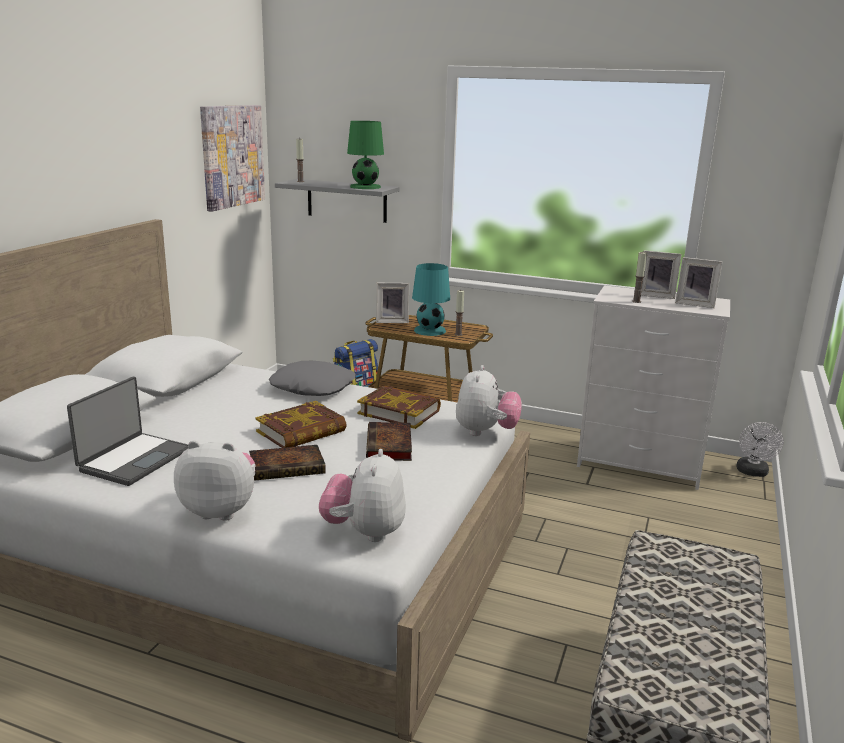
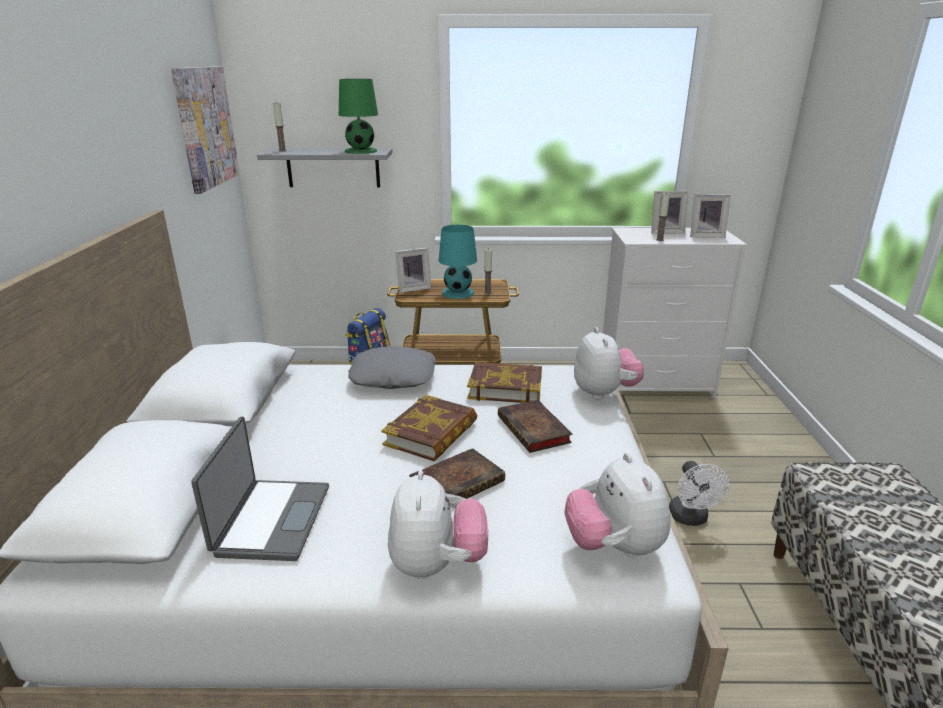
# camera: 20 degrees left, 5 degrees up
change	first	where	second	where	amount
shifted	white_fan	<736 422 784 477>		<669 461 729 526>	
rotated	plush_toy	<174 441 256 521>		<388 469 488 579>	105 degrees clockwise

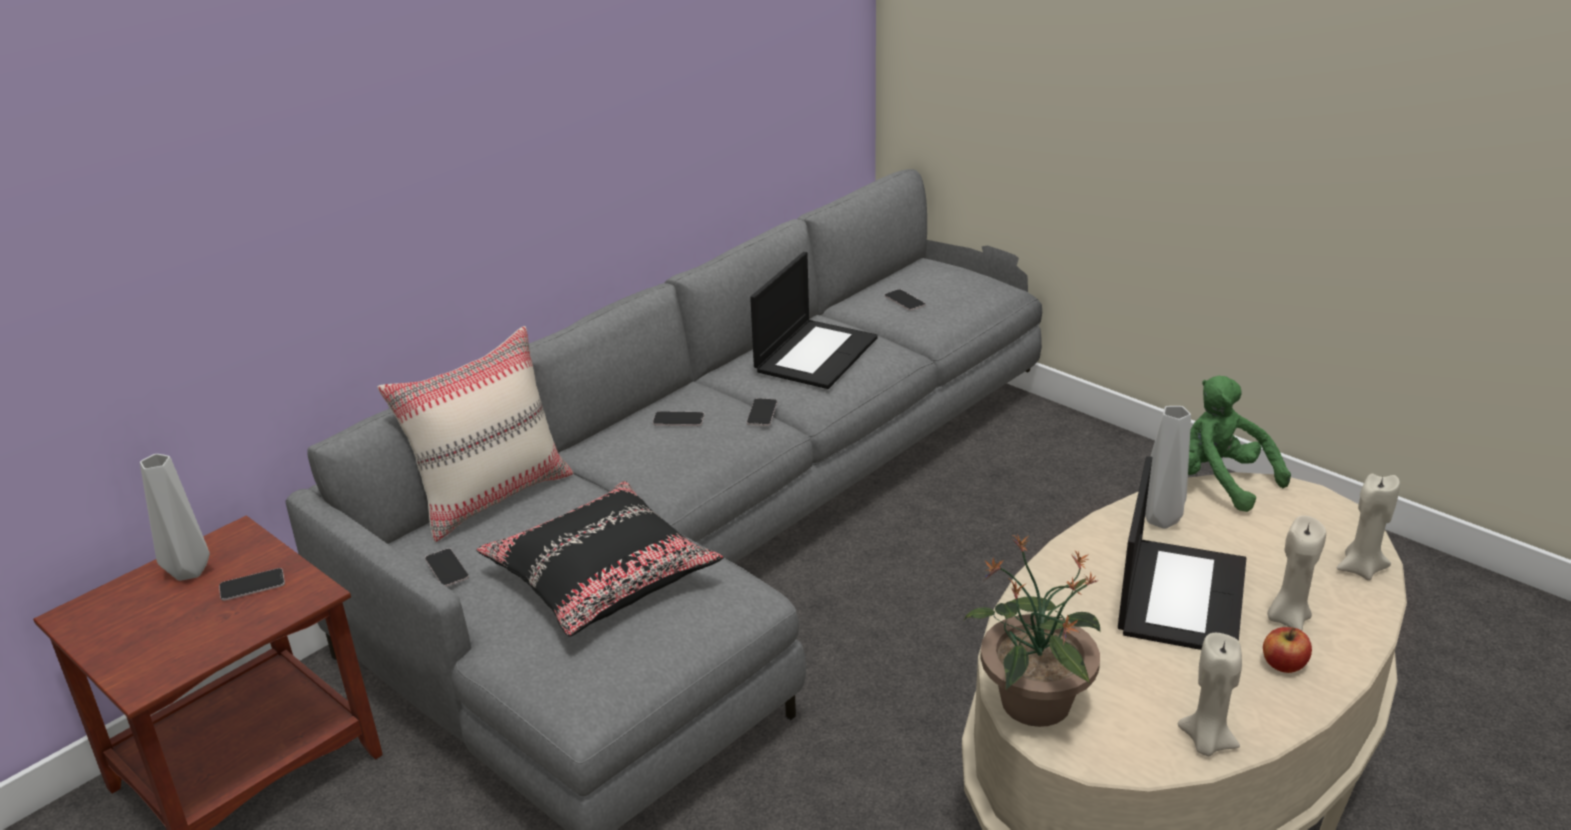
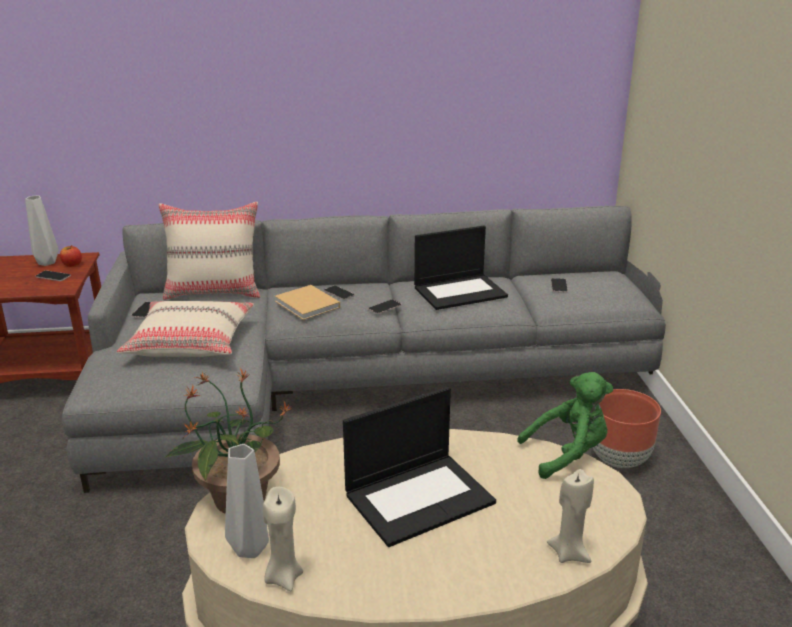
# camera: 40 degrees right, 5 degrees down
change	first	where	second	where	amount
gone	beige_candle	<1267 516 1326 631>			
new			beige_book	<275 285 340 320>	
new			brown_planter	<593 389 661 468>	
shifted	grey_vase	<1145 406 1191 529>		<225 444 269 558>	
shifted	apple	<1263 627 1312 673>		<60 245 82 267>	
repainted	black_pillow	<476 481 724 637>	beige_pillow	<117 301 254 357>	
rotated	green_plush_toy	<1188 376 1291 512>		<517 372 613 479>	75 degrees clockwise

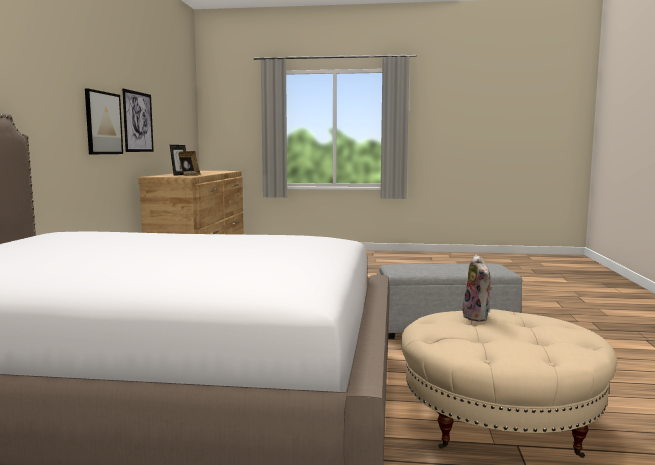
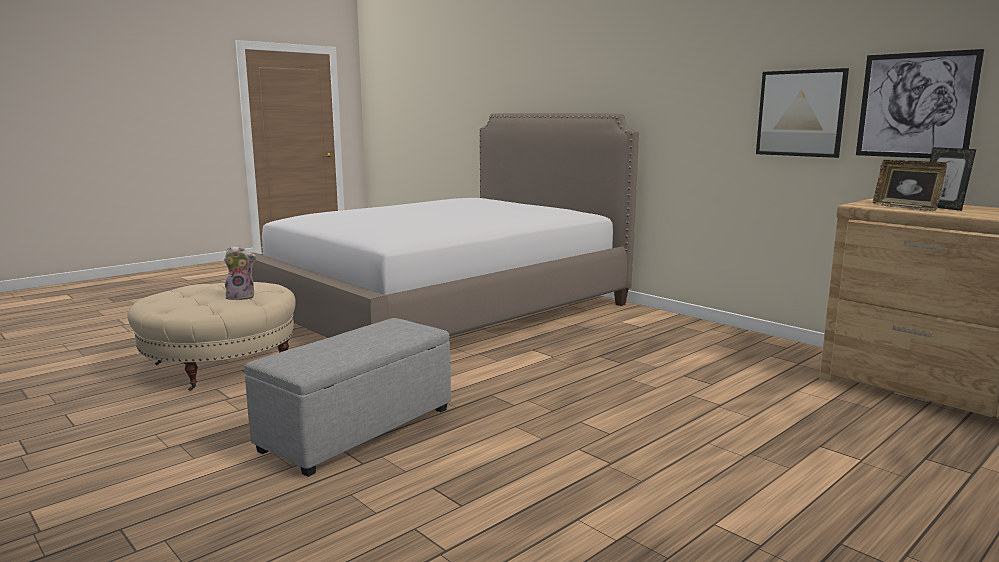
# camera: 130 degrees right, 5 degrees up
change	first	where	second	where	amount
rotated	plush_toy	<462 254 492 322>		<224 246 256 300>	135 degrees clockwise

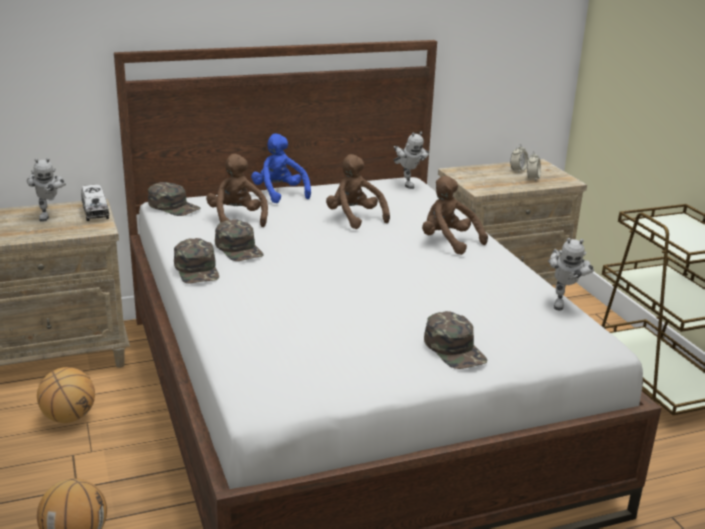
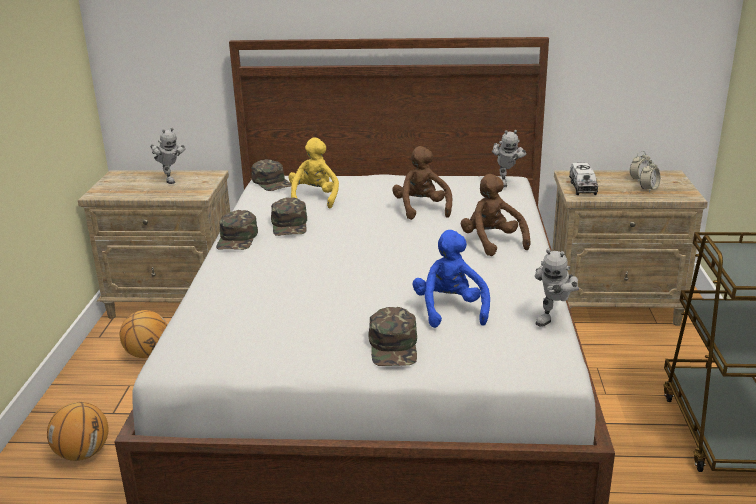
# camera: 25 degrees right, 0 degrees up
change	first	where	second	where	amount
shifted	toy_truck	<81 185 109 221>		<569 163 598 195>	
shifted	blue_plush_toy	<251 133 311 203>		<413 230 490 328>	
repainted	brown_plush_toy	<206 154 268 227>	yellow_plush_toy	<289 137 339 208>	
rotated	toy_robot	<27 158 66 222>		<150 128 185 184>	45 degrees counterclockwise

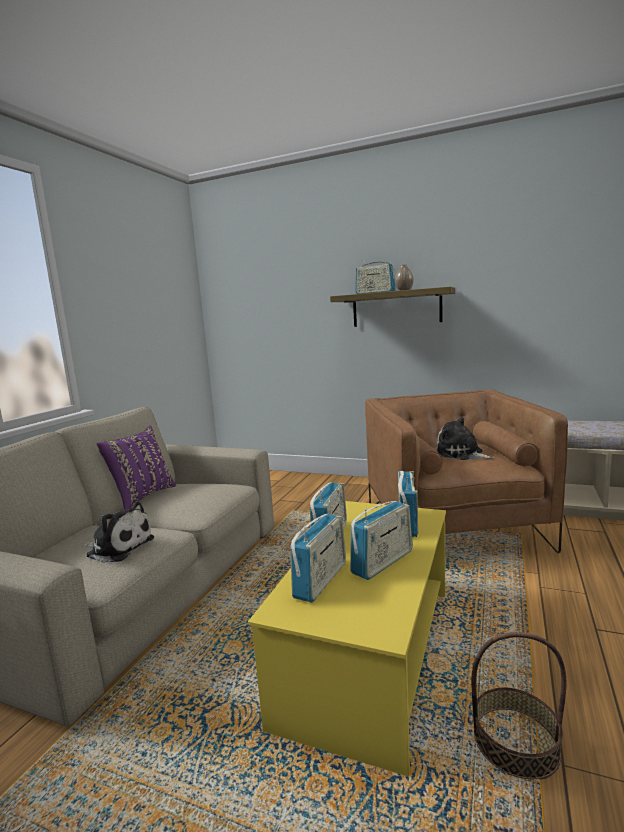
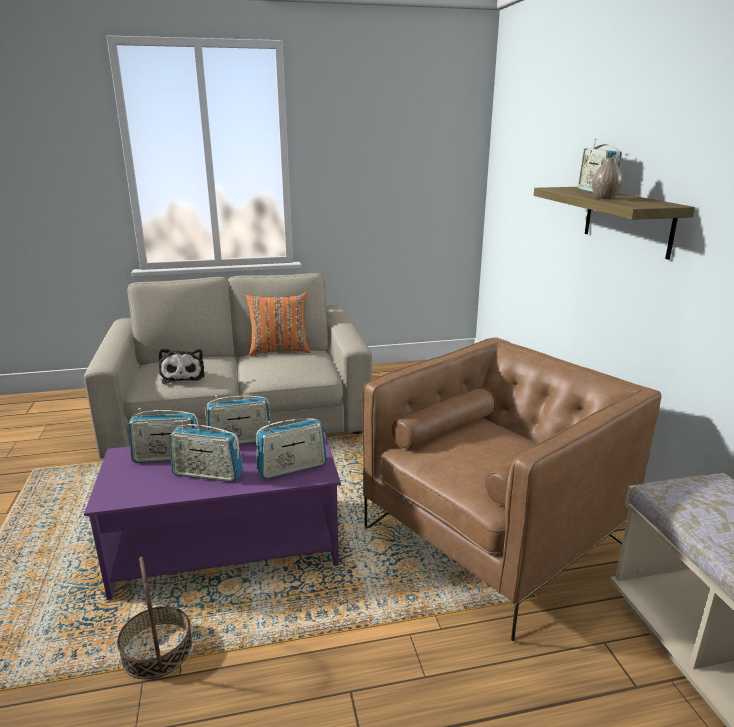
# camera: 55 degrees right, 10 degrees up
change	first	where	second	where	amount
gone	plush_toy	<437 417 494 460>			
repainted	purple_pillow	<97 426 176 510>	orange_pillow	<246 292 311 356>	
repainted	yellow_coffee_table	<248 501 446 777>	purple_coffee_table	<84 428 341 600>	

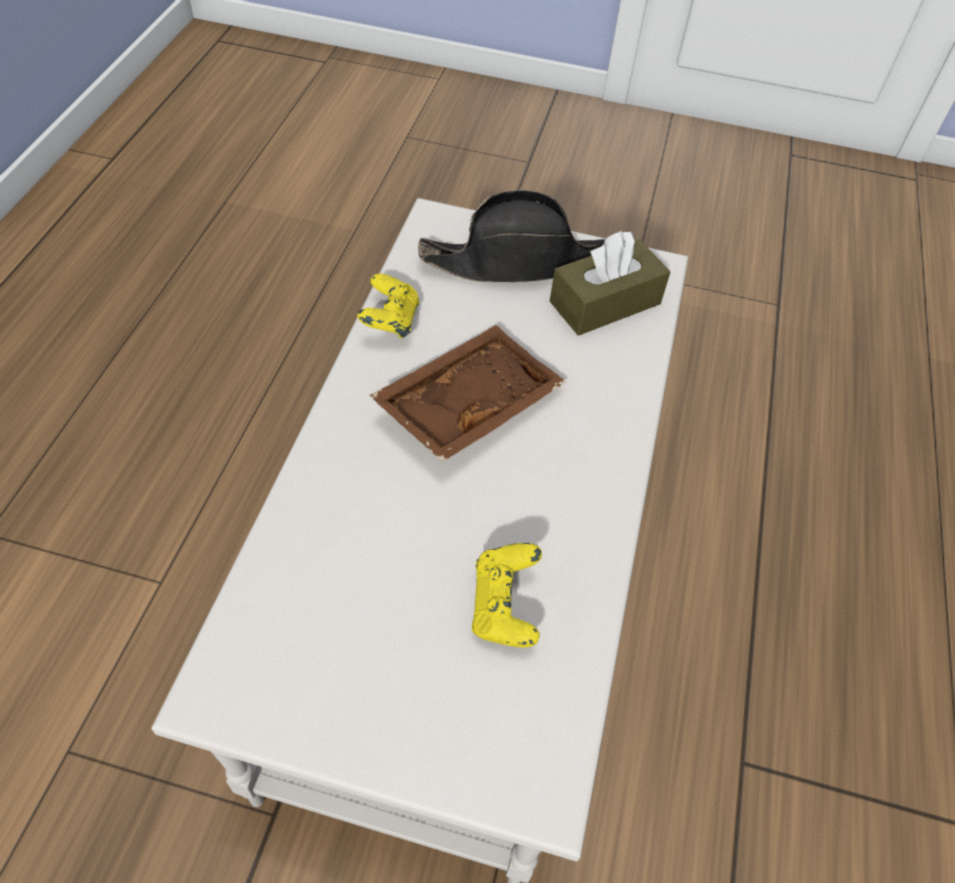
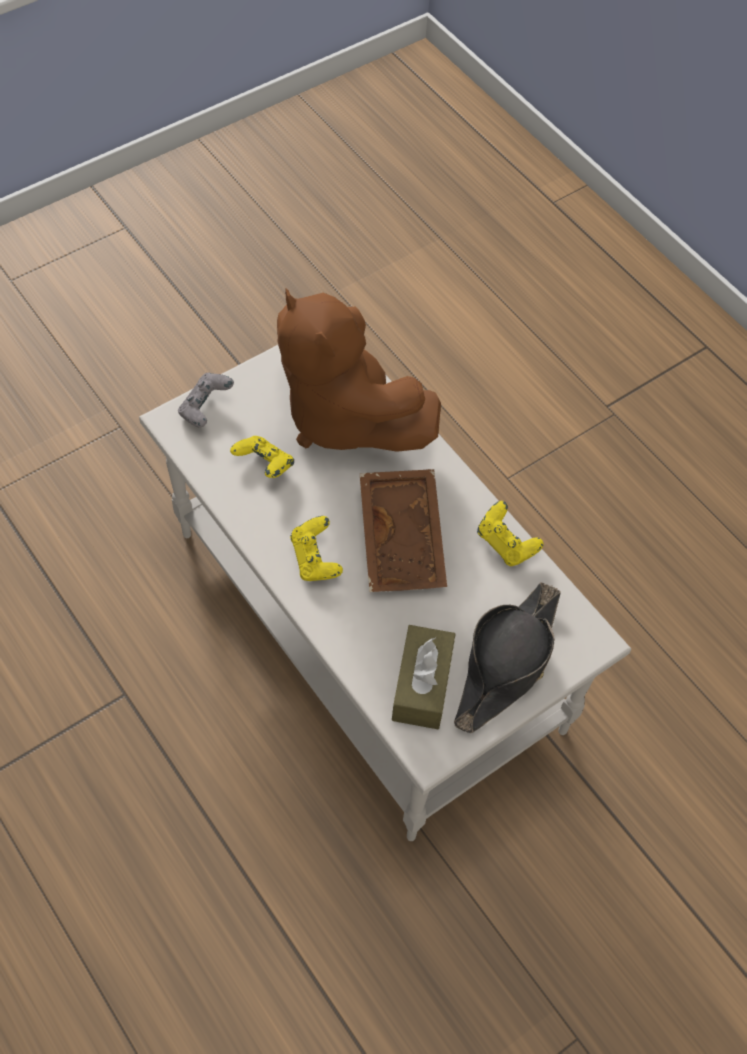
# camera: 130 degrees right, 5 degrees up
change	first	where	second	where	amount
new			grey_game_controller	<178 372 234 428>	
new			brown_plush_toy	<277 289 441 452>	
new			yellow_game_controller	<290 516 343 581>	

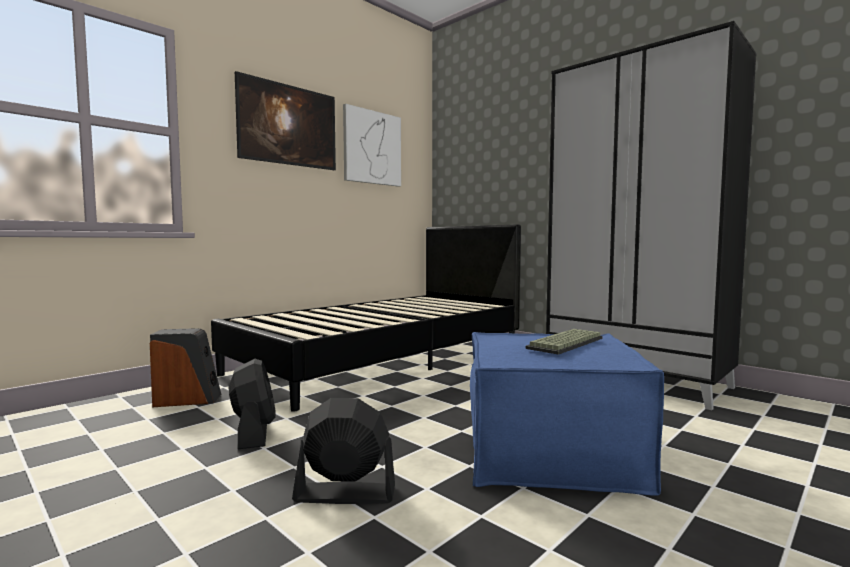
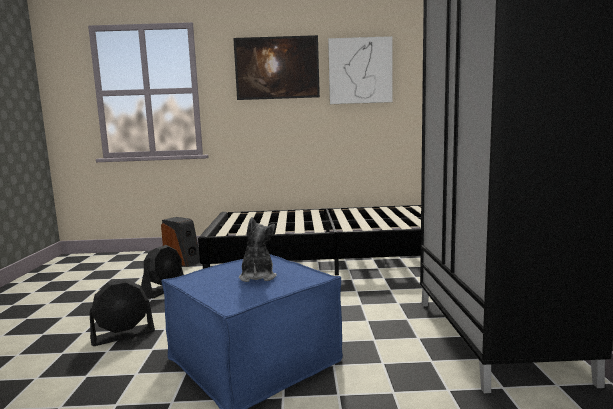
# camera: 45 degrees right, 5 degrees up
change	first	where	second	where	amount
swapped	keyboard	<526 329 603 355>	plush_toy	<239 217 277 282>	
rotated	black_fan	<292 398 395 504>		<89 279 155 346>	105 degrees clockwise

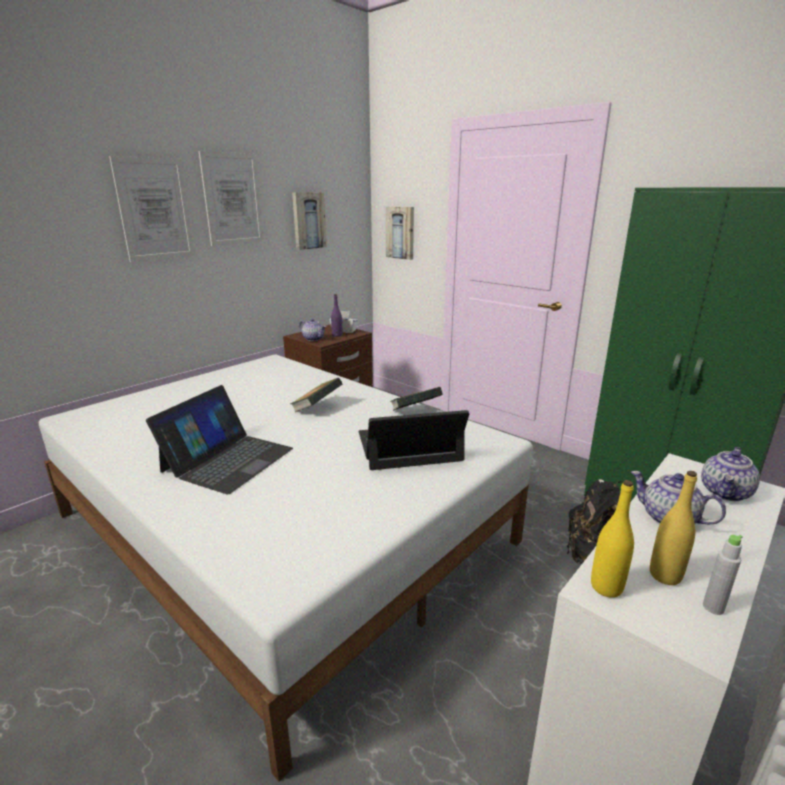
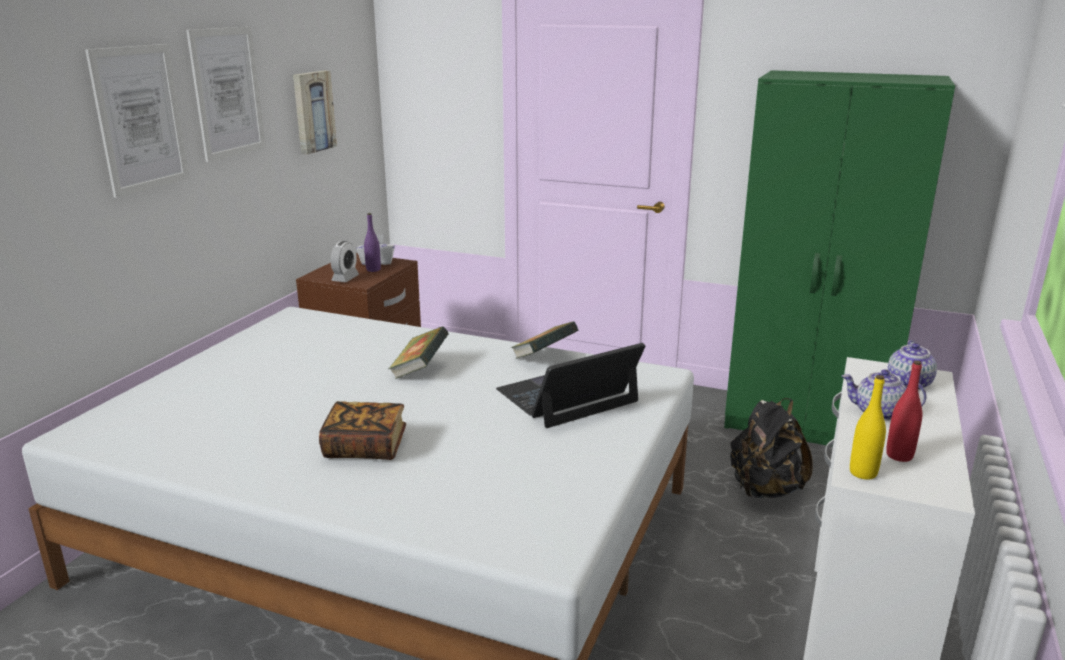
# camera: 20 degrees left, 0 degrees up
change	first	where	second	where	amount
gone	picture	<386 206 414 260>			
gone	grey_bottle	<703 535 743 615>			
swapped	laptop	<146 385 293 494>	book	<319 401 406 460>	
swapped	teapot	<299 318 326 341>	alarm_clock	<331 241 359 282>	
repainted	yellow_bottle	<650 471 697 585>	red_bottle	<886 361 922 462>	

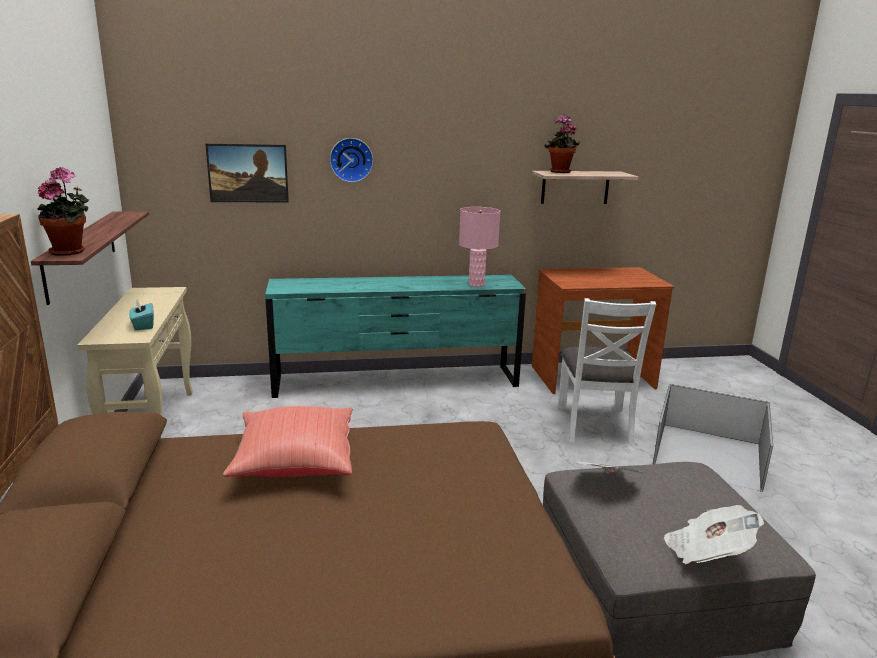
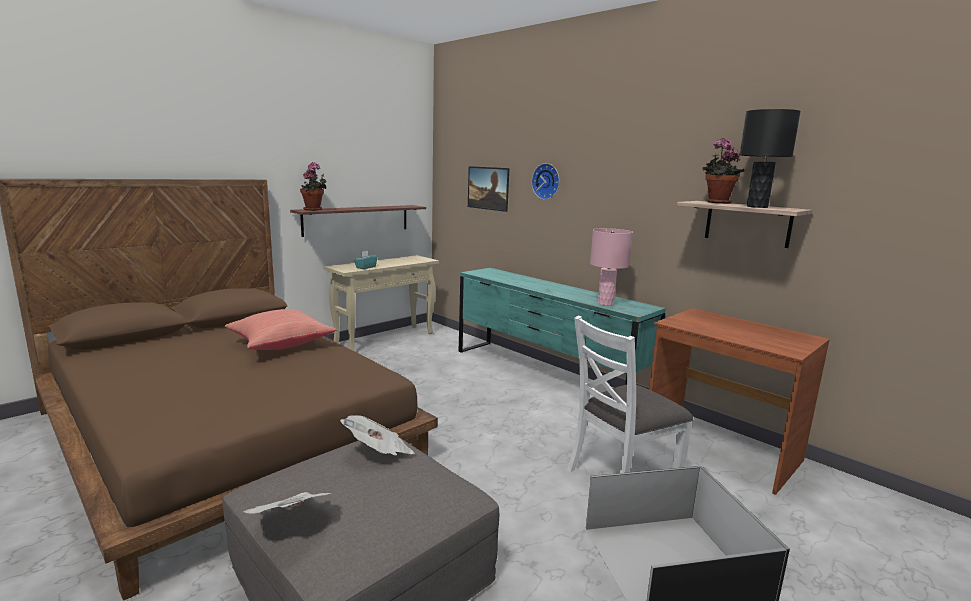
# camera: 55 degrees right, 5 degrees down
change	first	where	second	where	amount
new			black_table_lamp	<740 109 801 208>	

